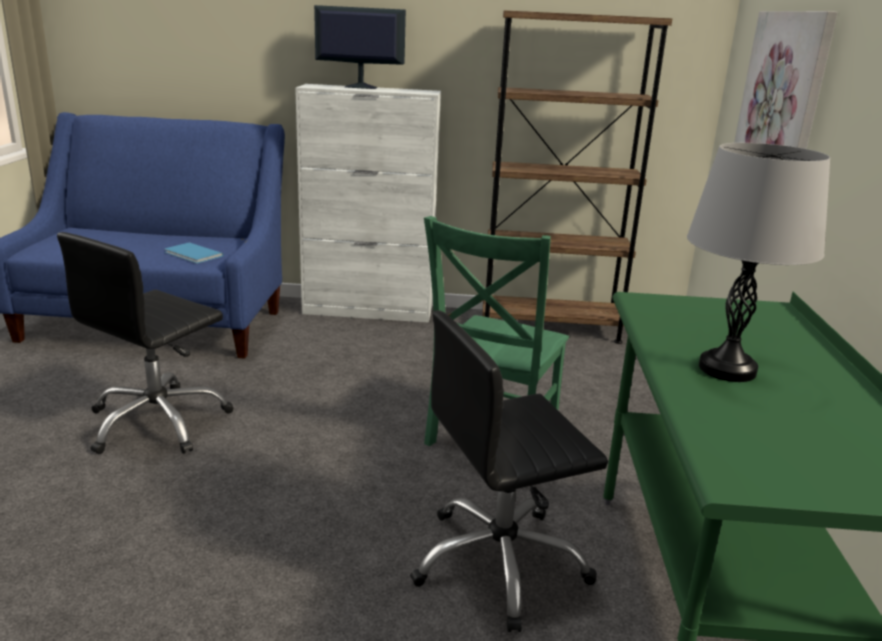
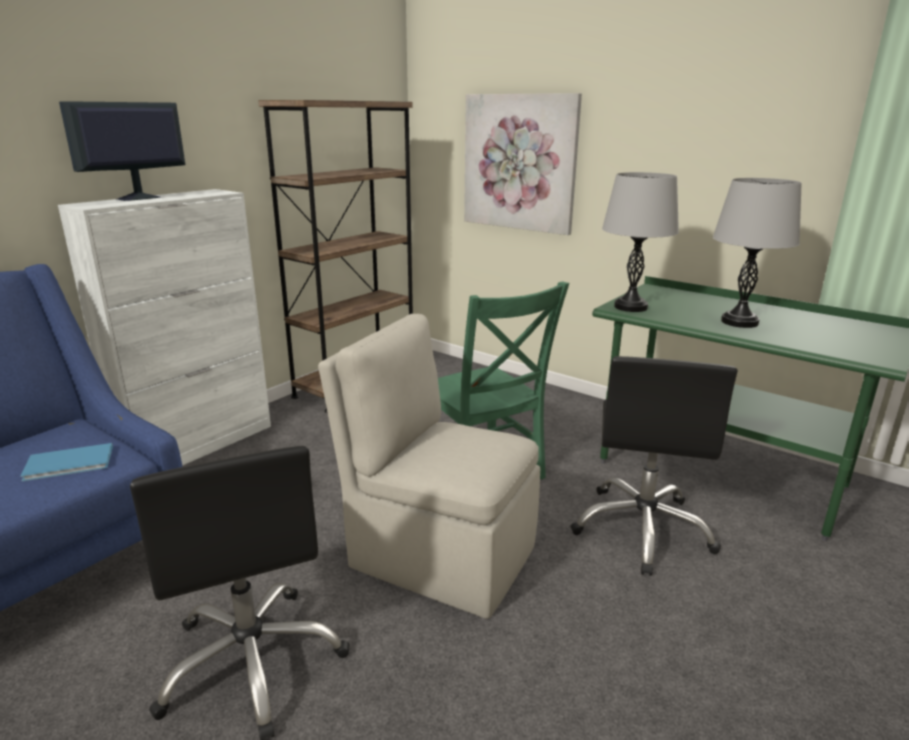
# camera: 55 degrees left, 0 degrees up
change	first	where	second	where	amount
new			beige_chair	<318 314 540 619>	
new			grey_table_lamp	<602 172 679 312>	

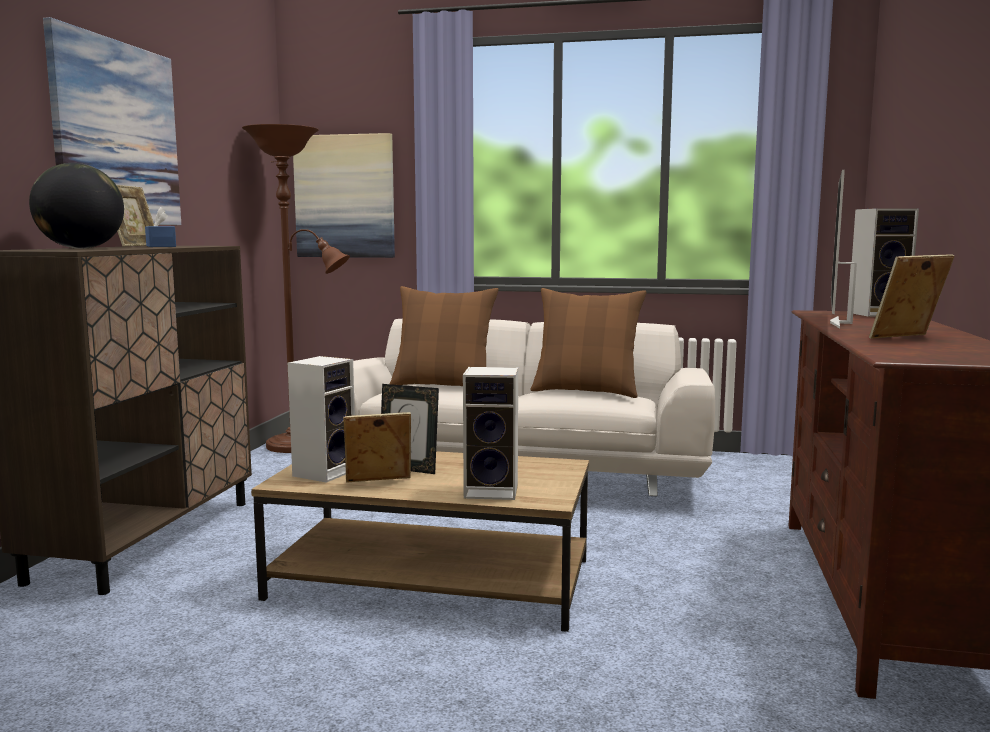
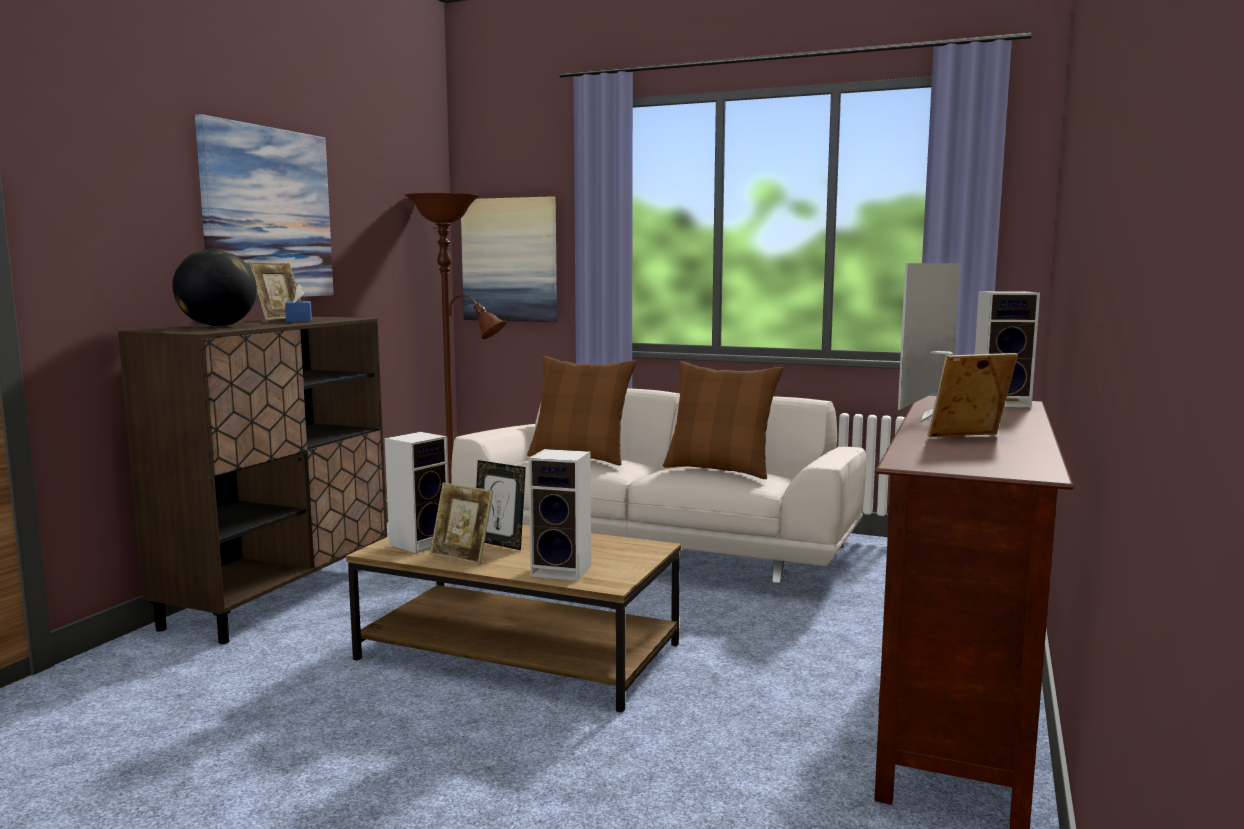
# camera: 10 degrees right, 0 degrees up
change	first	where	second	where	amount
rotated	picture_frame	<343 412 411 483>		<430 482 493 565>	150 degrees counterclockwise

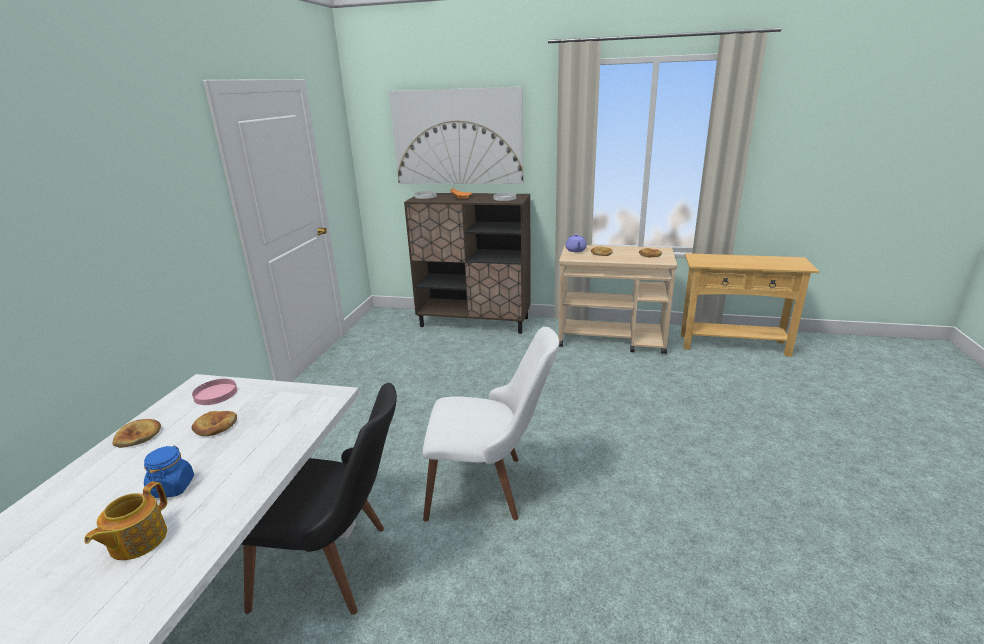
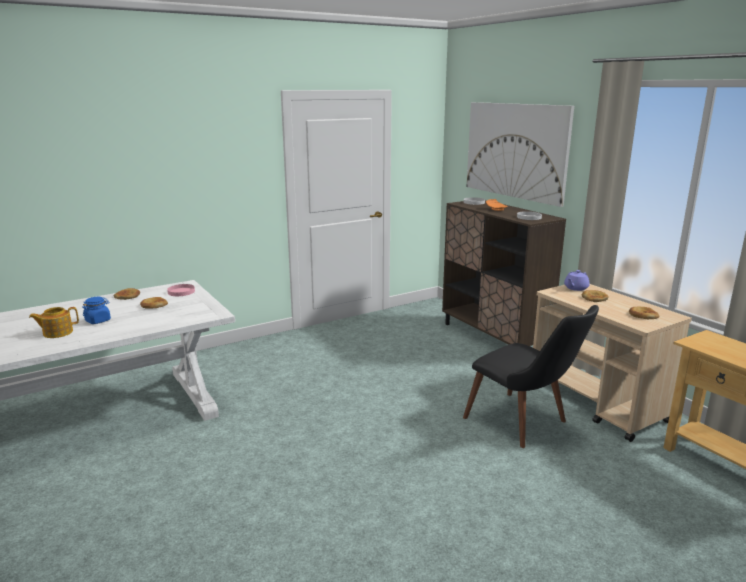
# camera: 45 degrees right, 5 degrees down
change	first	where	second	where	amount
gone	white_chair	<422 327 559 522>			
shifted	black_chair	<241 383 397 615>		<463 305 599 448>	

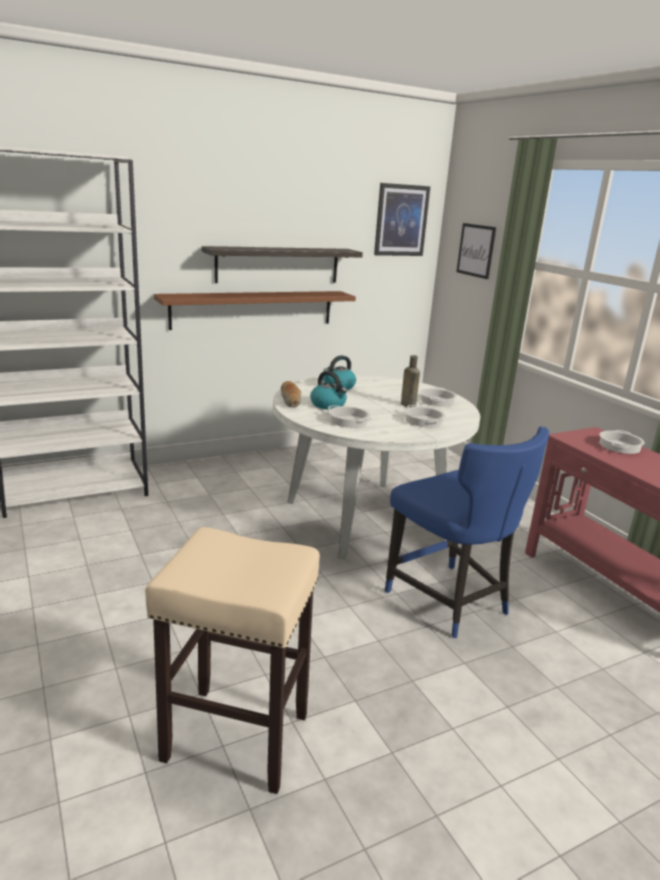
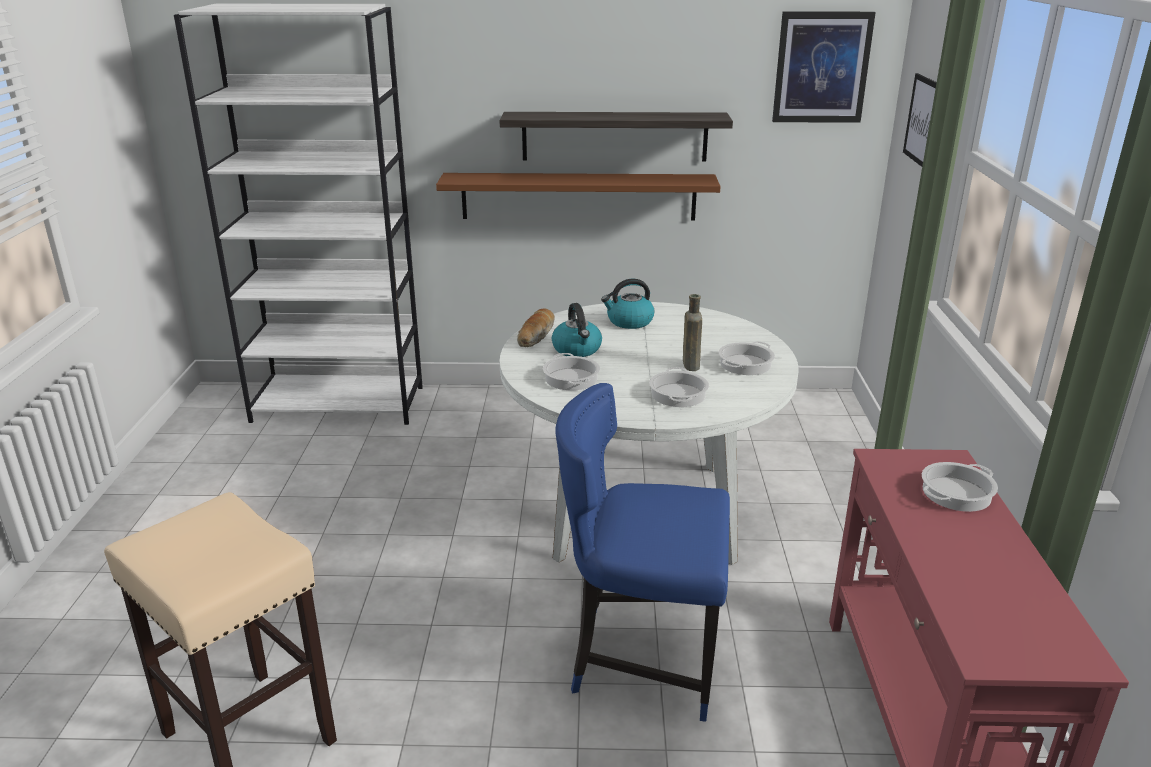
# camera: 30 degrees right, 5 degrees up
change	first	where	second	where	amount
rotated	blue_chair	<385 426 549 638>		<555 383 730 722>	105 degrees clockwise

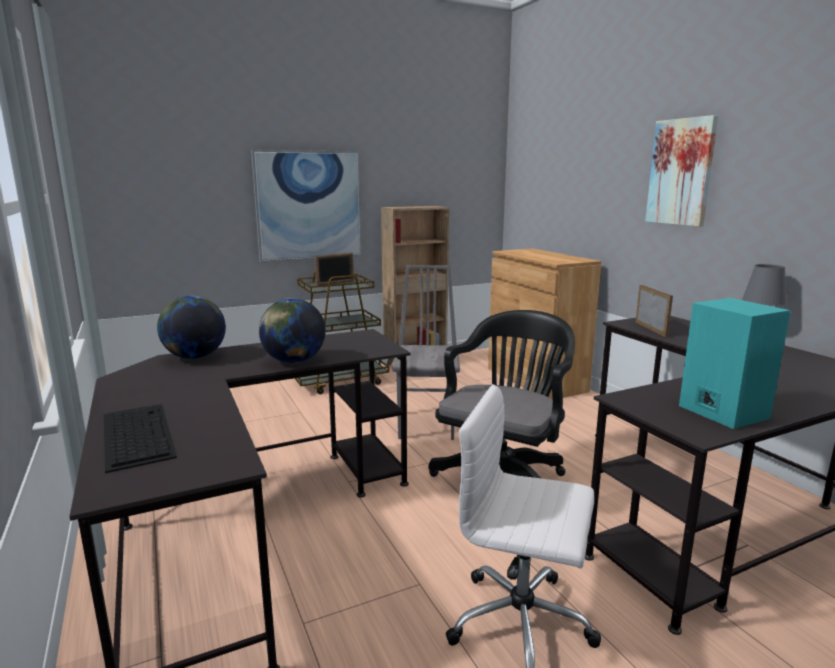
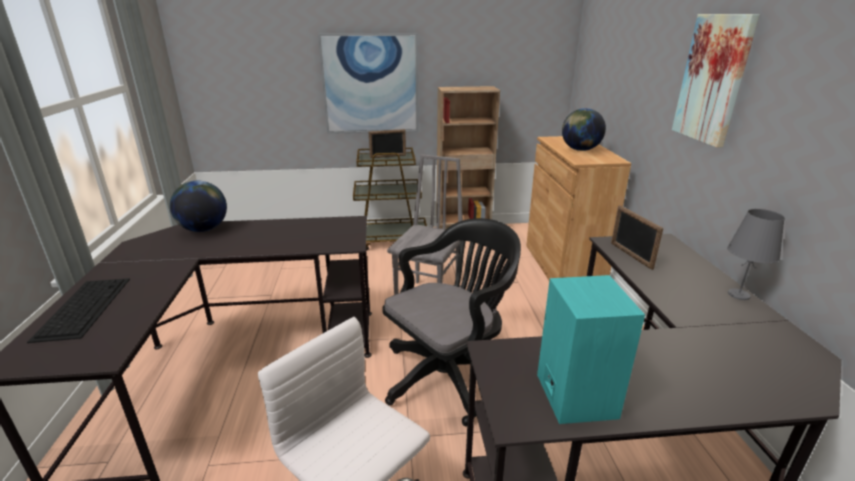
# camera: 20 degrees right, 10 degrees up
change	first	where	second	where	amount
shifted	globe	<259 298 326 363>		<562 108 606 151>	
rotated	picture_frame	<635 285 673 337>		<611 205 663 270>	150 degrees clockwise

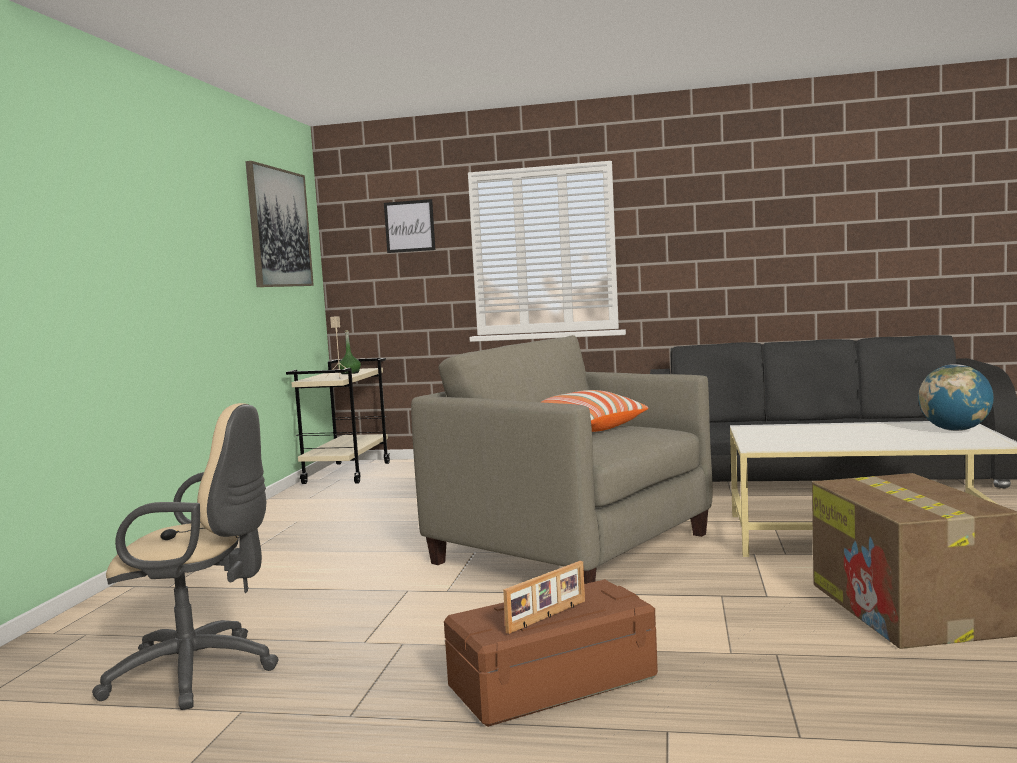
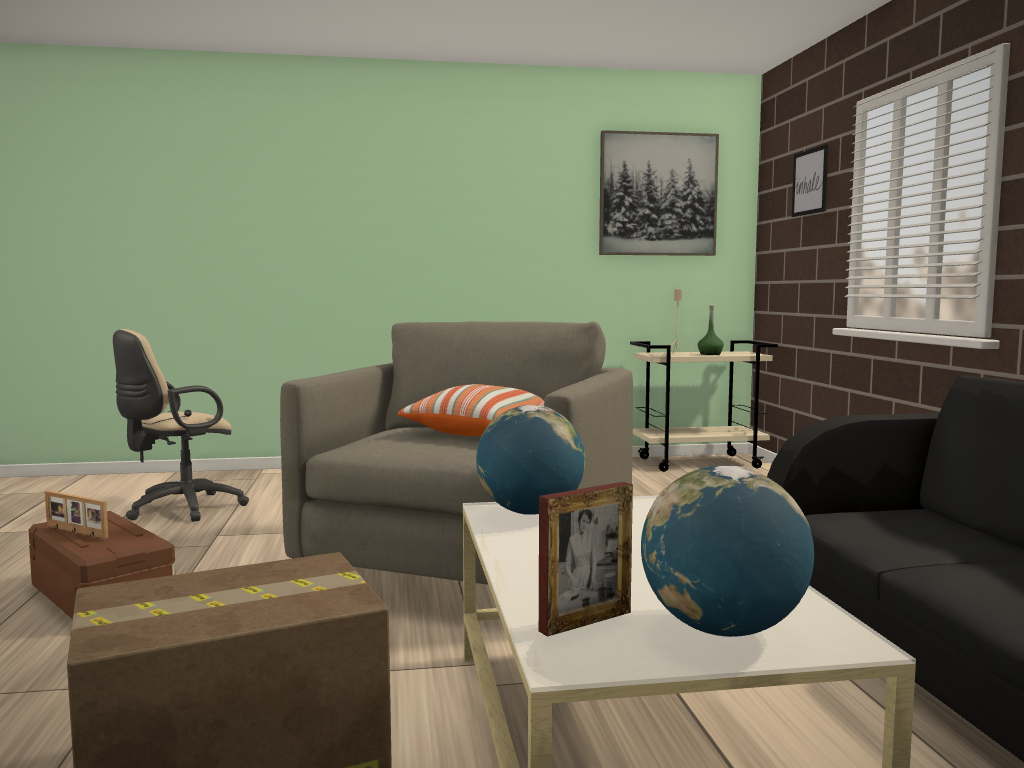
# camera: 70 degrees right, 0 degrees up
change	first	where	second	where	amount
new			globe	<476 405 585 515>	
new			picture_frame	<539 482 633 637>	
rotated	beige_office_chair	<92 403 279 710>		<113 329 249 522>	60 degrees clockwise

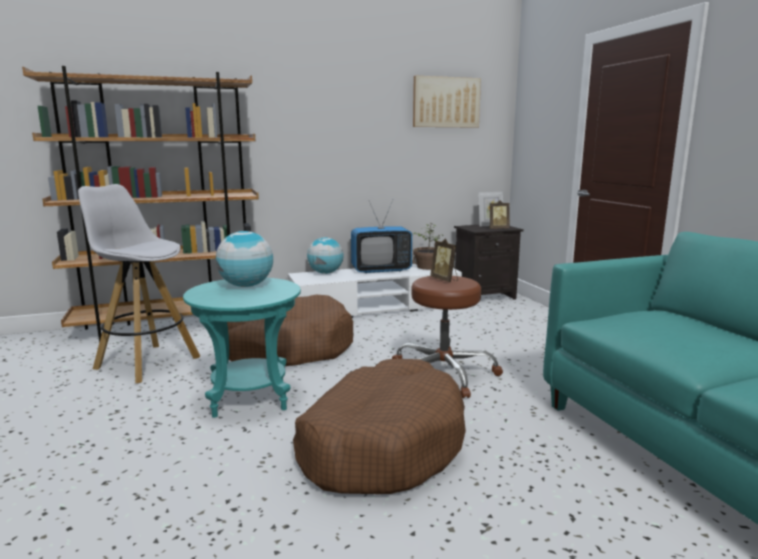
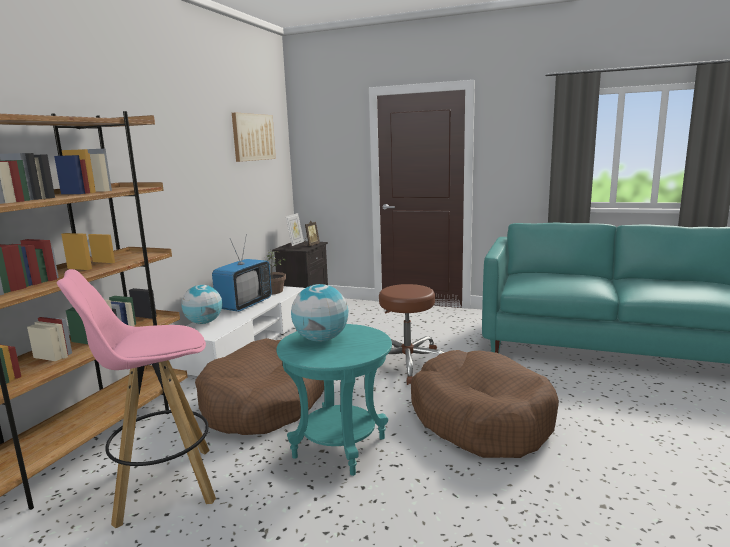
# camera: 50 degrees left, 0 degrees up
change	first	where	second	where	amount
gone	picture_frame	<430 238 458 282>			
repainted	white_stool	<78 184 200 384>	pink_stool	<57 269 216 528>	

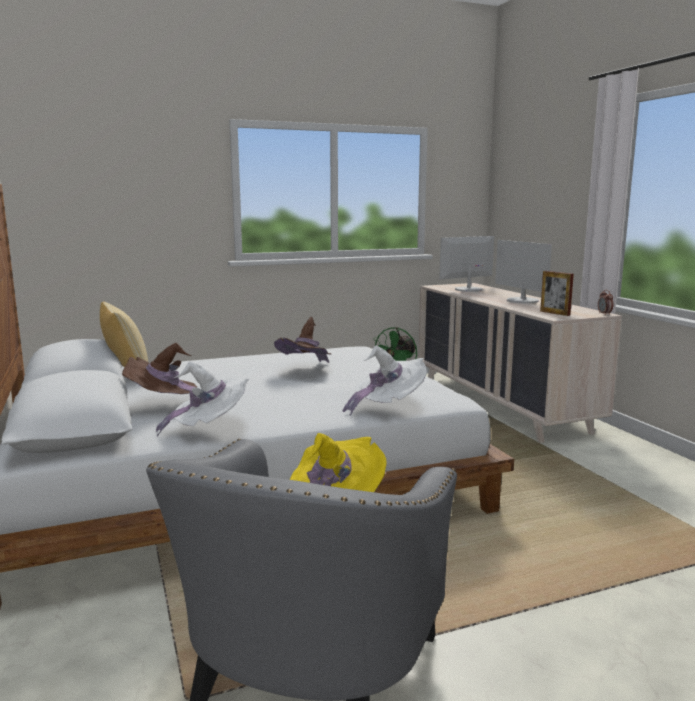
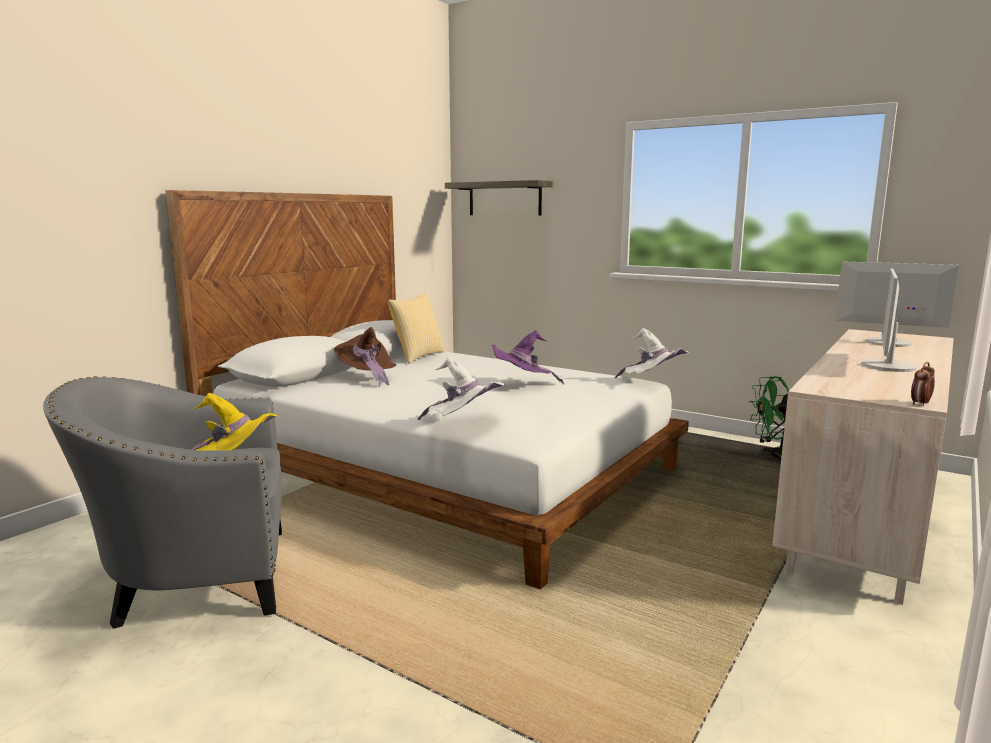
# camera: 55 degrees right, 0 degrees up
change	first	where	second	where	amount
gone	picture_frame	<540 271 574 316>			
new			shelf	<445 180 553 215>	
shifted	white_hat	<156 361 250 436>		<615 328 689 378>	
repainted	brown_hat	<274 317 332 363>	purple_hat	<491 330 564 385>	

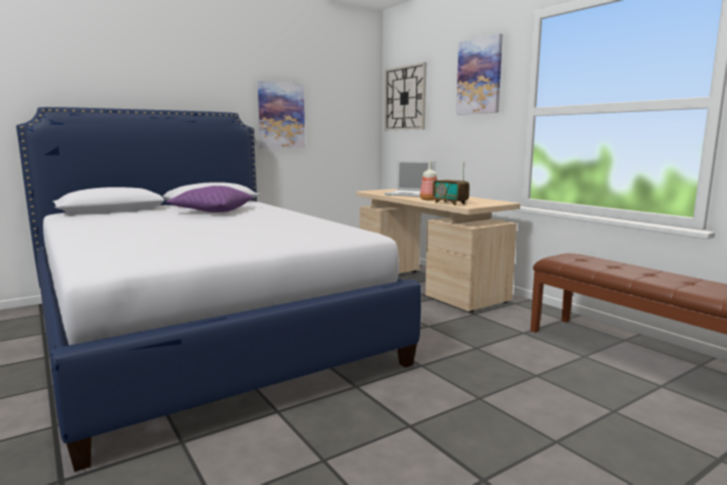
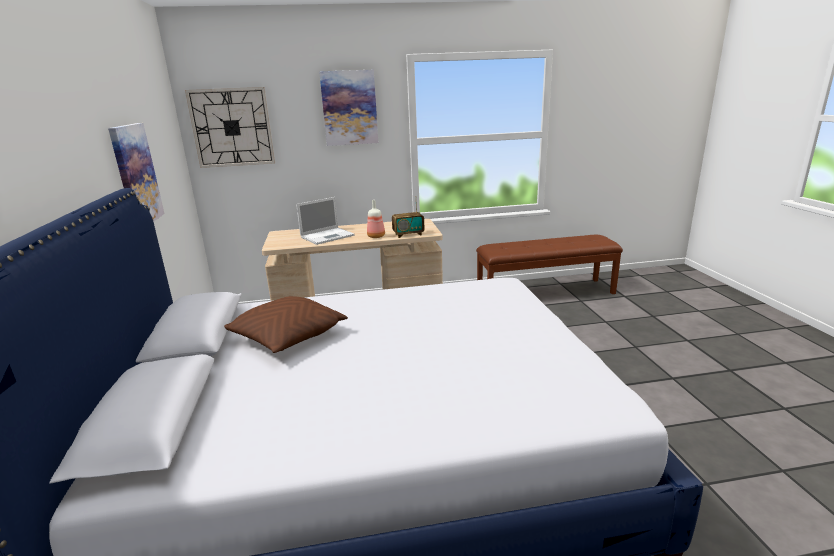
# camera: 65 degrees left, 10 degrees up
change	first	where	second	where	amount
repainted	purple_pillow	<166 186 253 213>	brown_pillow	<224 296 348 353>	

